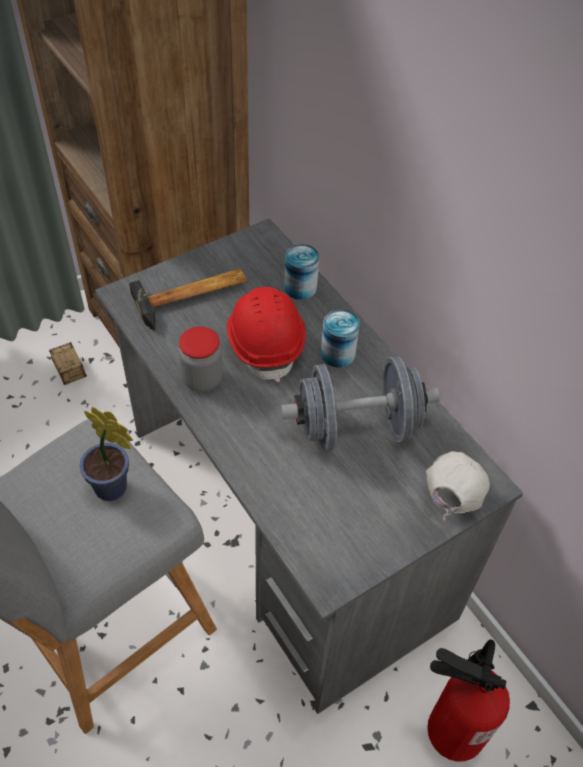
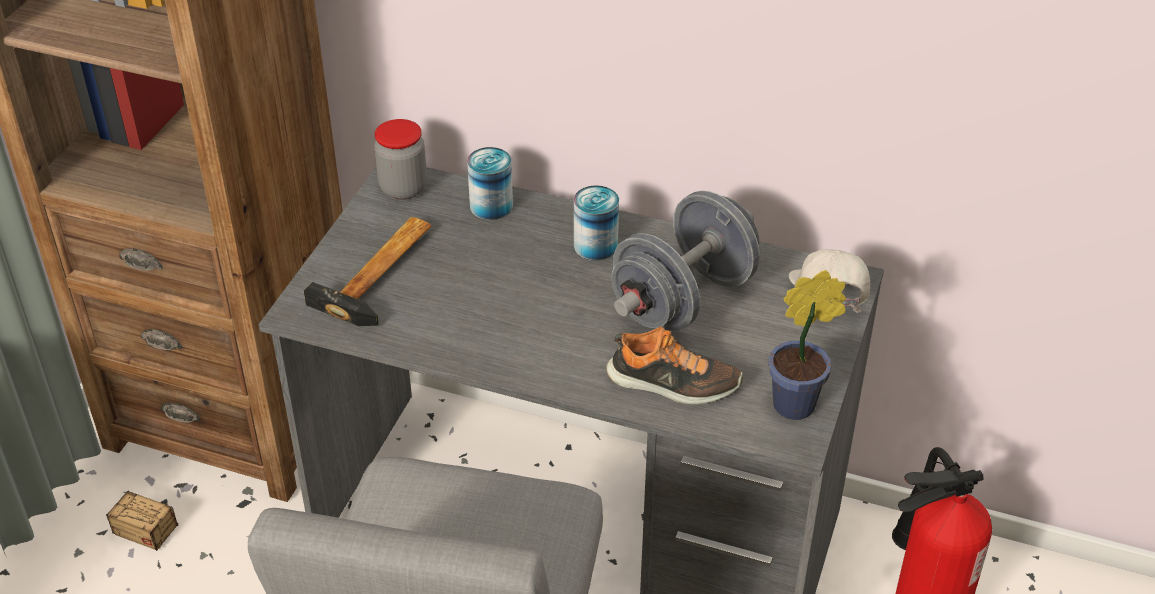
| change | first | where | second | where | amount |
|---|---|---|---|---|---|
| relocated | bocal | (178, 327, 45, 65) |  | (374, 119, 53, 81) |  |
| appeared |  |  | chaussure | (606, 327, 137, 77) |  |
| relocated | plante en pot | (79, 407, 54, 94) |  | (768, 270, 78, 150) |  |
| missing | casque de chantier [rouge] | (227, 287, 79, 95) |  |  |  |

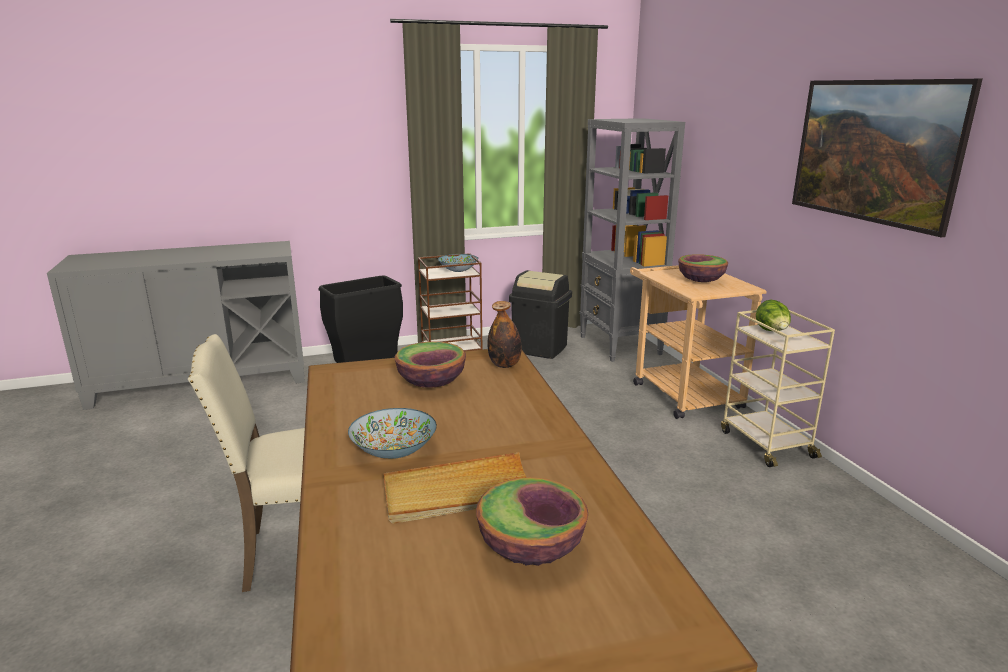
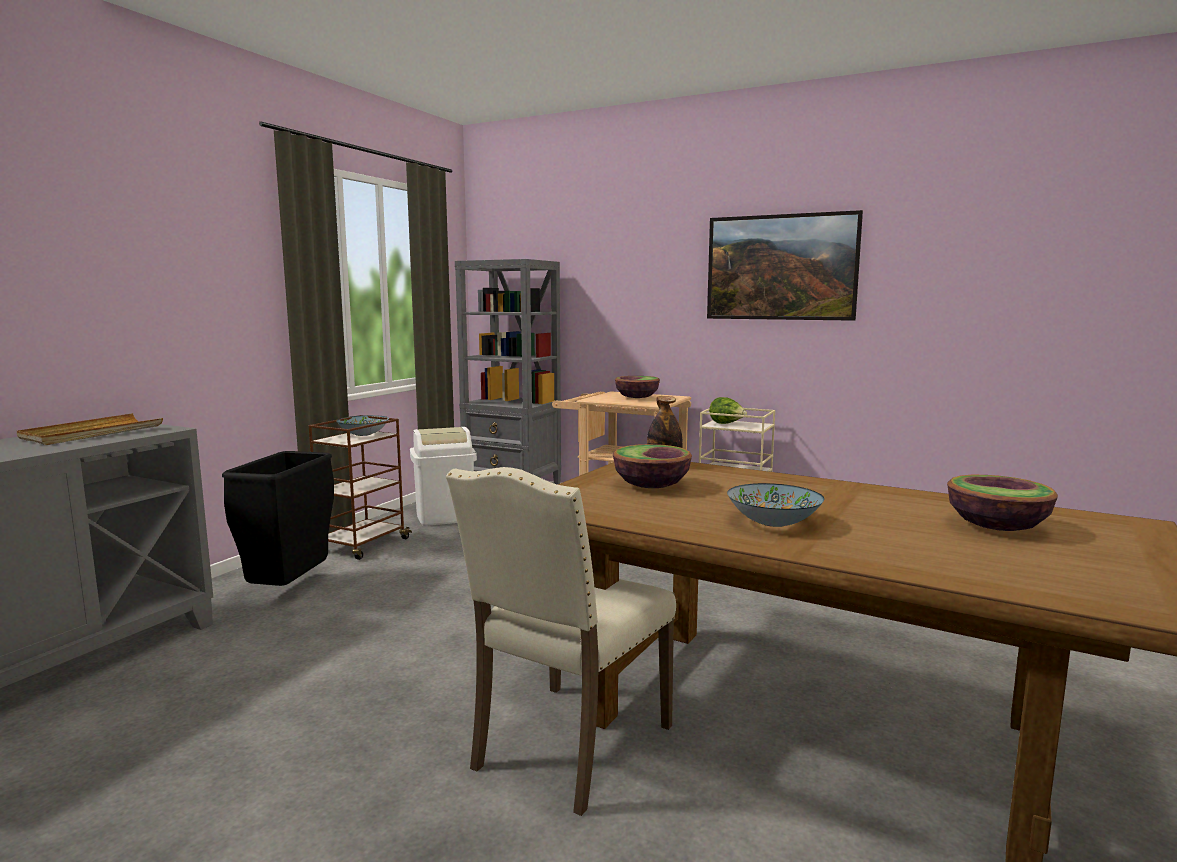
| change | first | where | second | where | amount |
|---|---|---|---|---|---|
| relocated | plateau [beige] | (384, 452, 142, 72) |  | (17, 413, 146, 32) |  |
| colour | poubelle [noir] | (509, 270, 63, 89) | poubelle [blanc] | (410, 427, 67, 99) |  |

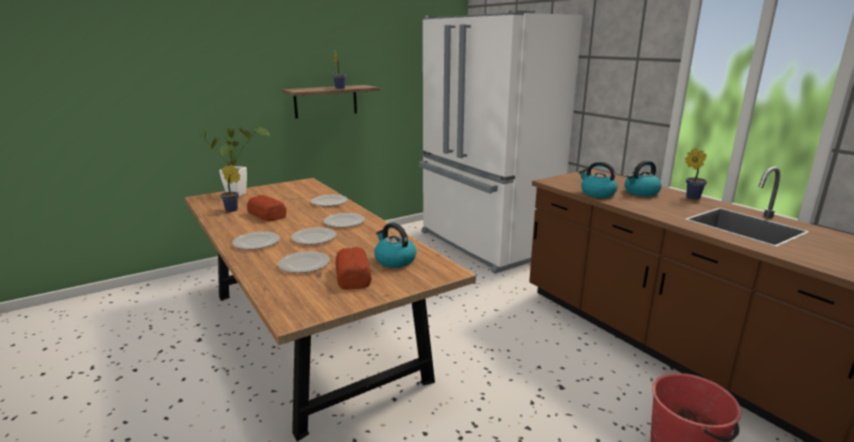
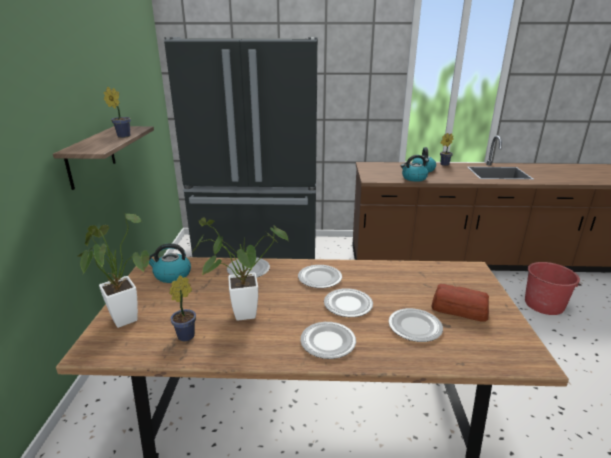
| change | first | where | second | where | amount |
|---|---|---|---|---|---|
| relocated | bouilloire | (374, 223, 42, 45) |  | (149, 243, 42, 40) |  |
| colour | réfrigérateur [blanc] | (419, 10, 164, 264) | réfrigérateur [noir] | (164, 37, 154, 222) |  |
| exchanged | pain | (247, 195, 40, 26) | plante en pot | (191, 218, 98, 103) |  |

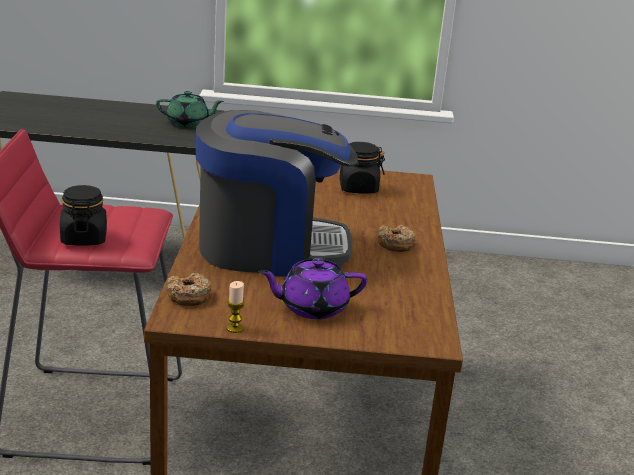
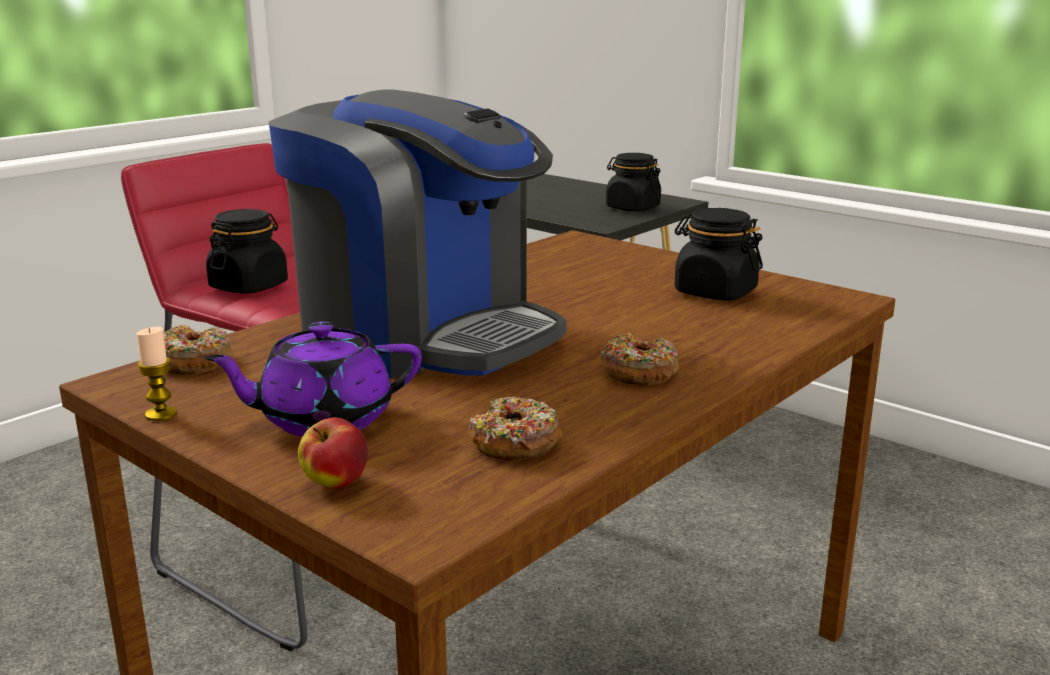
| change | first | where | second | where | amount |
|---|---|---|---|---|---|
| spun | théière [violet] | (258, 258, 109, 61) |  | (203, 322, 219, 115) | 45 degrees counterclockwise |
| appeared |  |  | pomme | (298, 417, 70, 72) |  |
| appeared |  |  | beignet | (468, 396, 94, 64) |  |
| exchanged | théière [vert] | (156, 91, 68, 36) | bocal [noir] | (606, 153, 55, 58) |  |

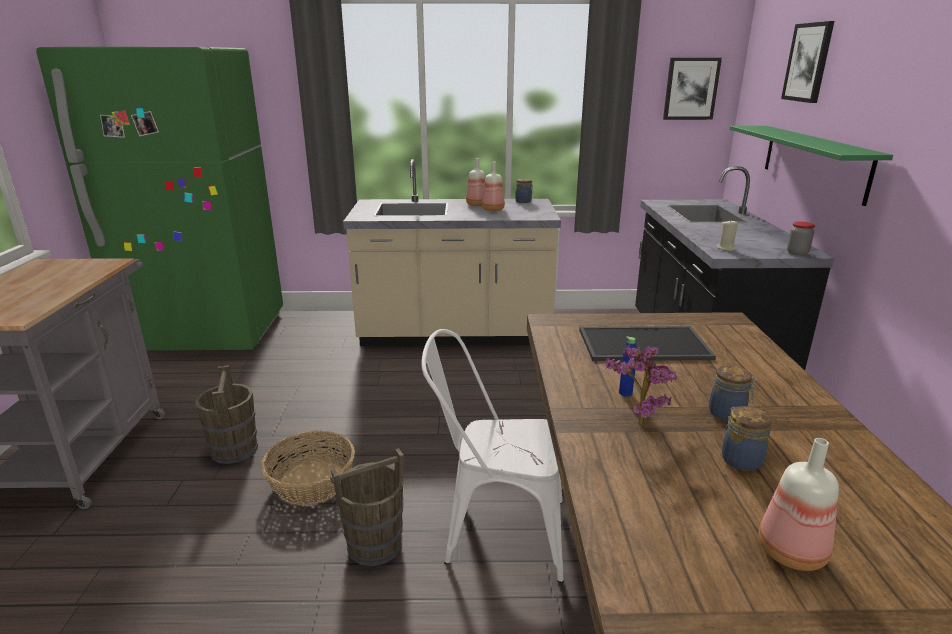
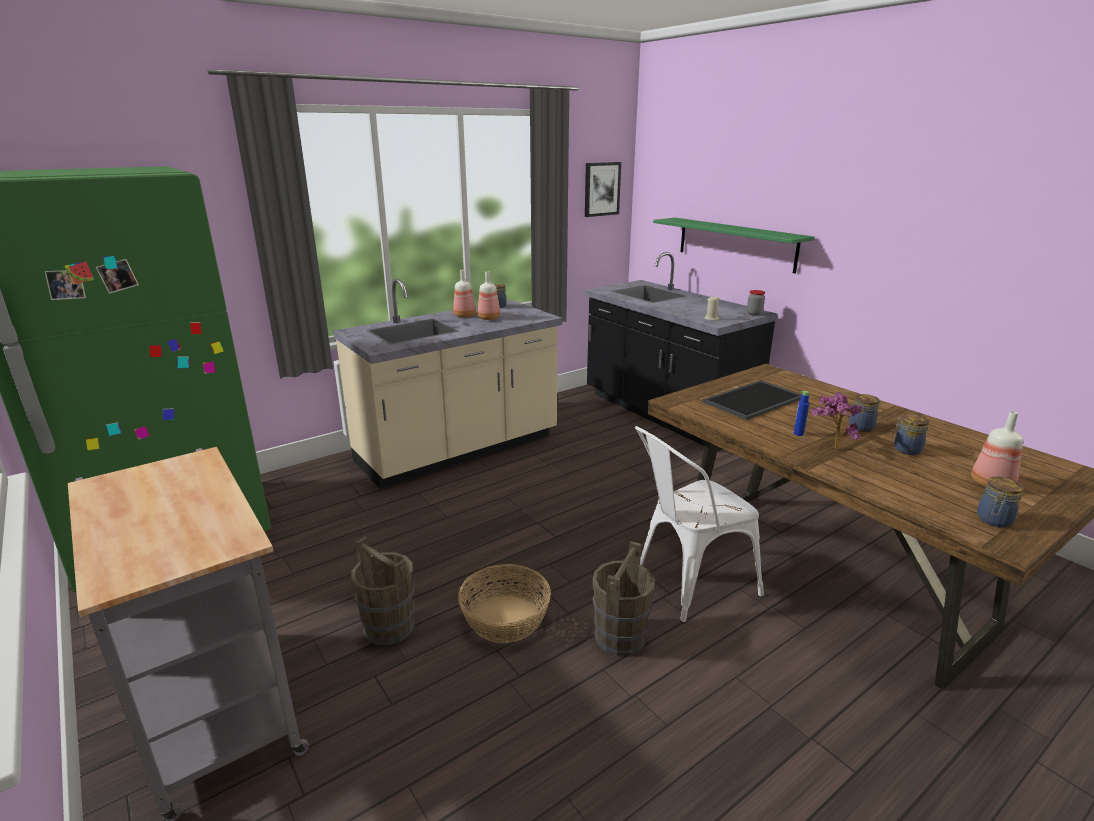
| change | first | where | second | where | amount |
|---|---|---|---|---|---|
| appeared |  |  | bocal | (977, 477, 47, 51) |  |
| missing | tableau | (781, 21, 53, 82) |  |  |  |

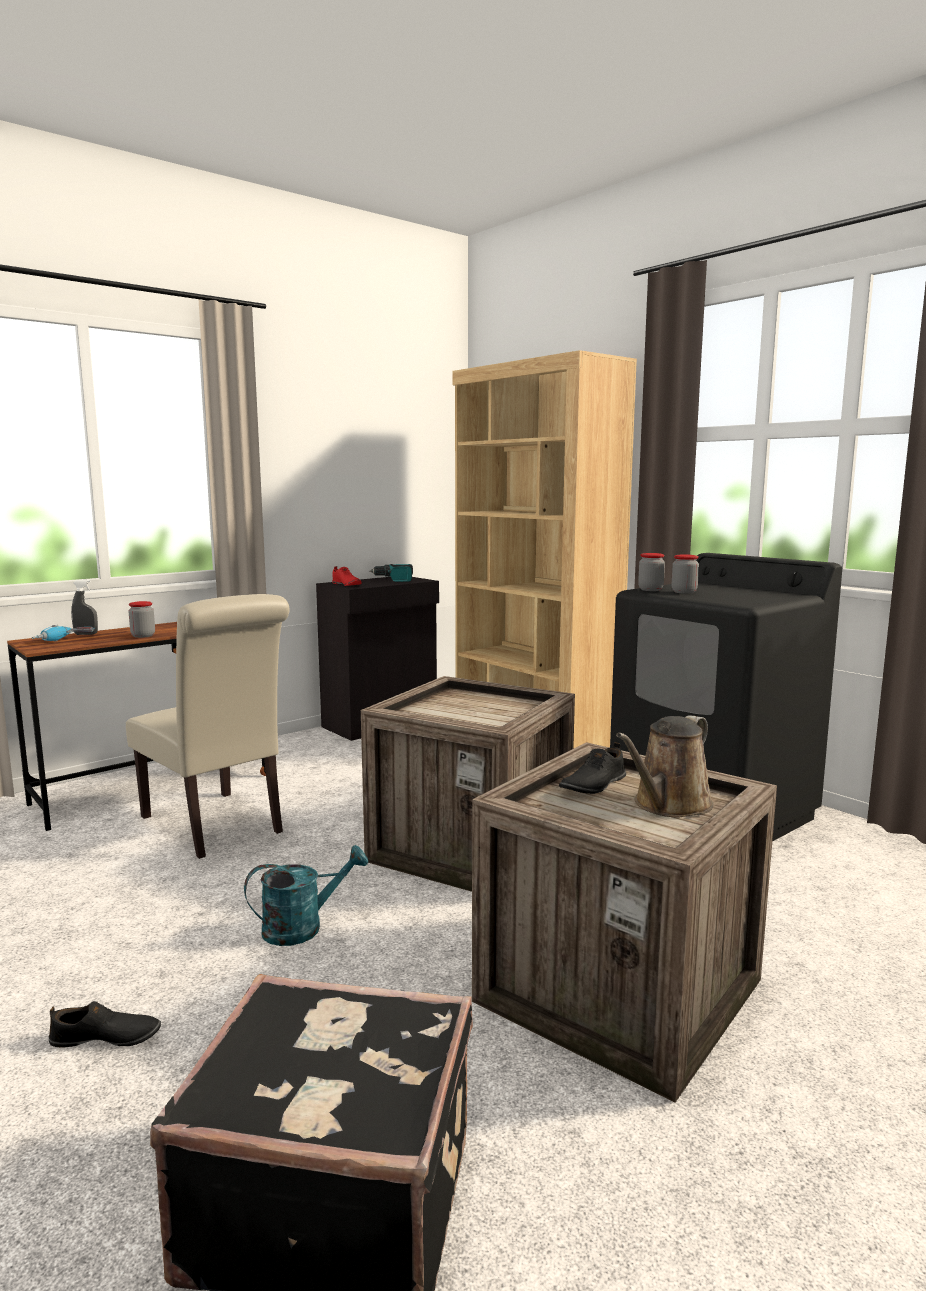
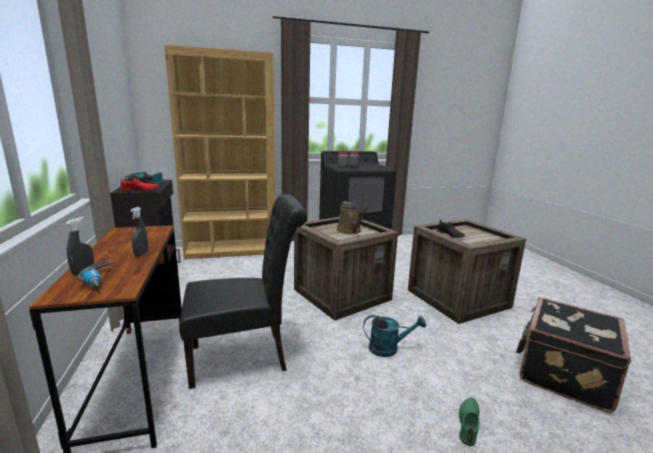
| change | first | where | second | where | amount |
|---|---|---|---|---|---|
| exchanged | bocal | (128, 601, 27, 37) | vaporisateur [gris] | (130, 207, 18, 50) |  |
| colour | chaise [beige] | (126, 594, 163, 265) | chaise [noir] | (179, 194, 128, 195) |  |
| relocated | arrosoir [marron] | (616, 715, 98, 103) |  | (336, 201, 32, 33) |  |
| spun | arrosoir [turquoise] | (244, 845, 124, 101) |  | (363, 315, 63, 42) | 90 degrees clockwise |
| colour | chaussure [noir] | (49, 1001, 112, 47) | chaussure [vert] | (459, 398, 21, 48) |  |

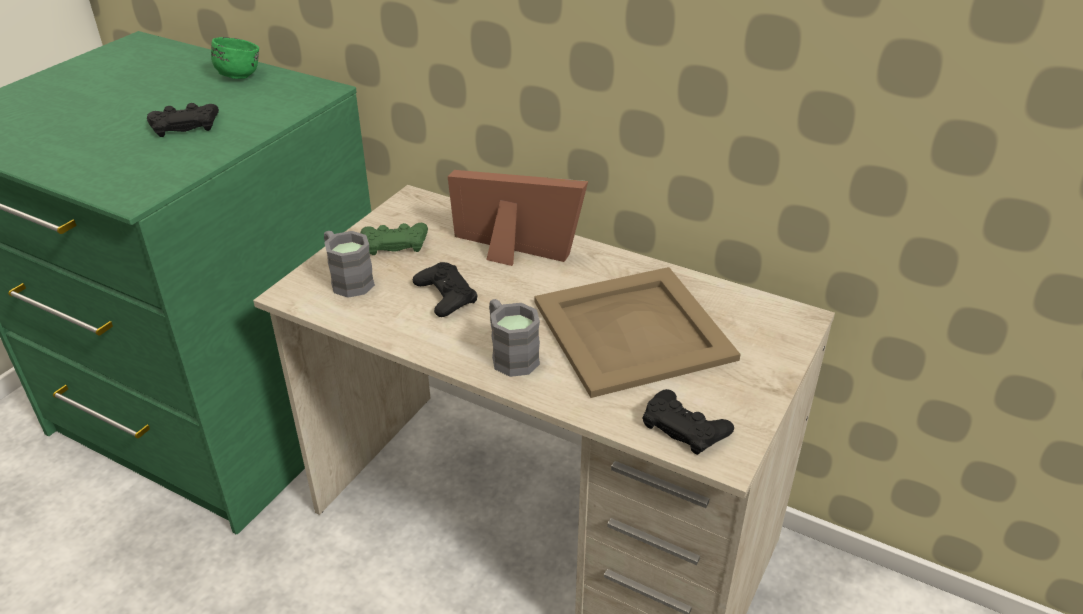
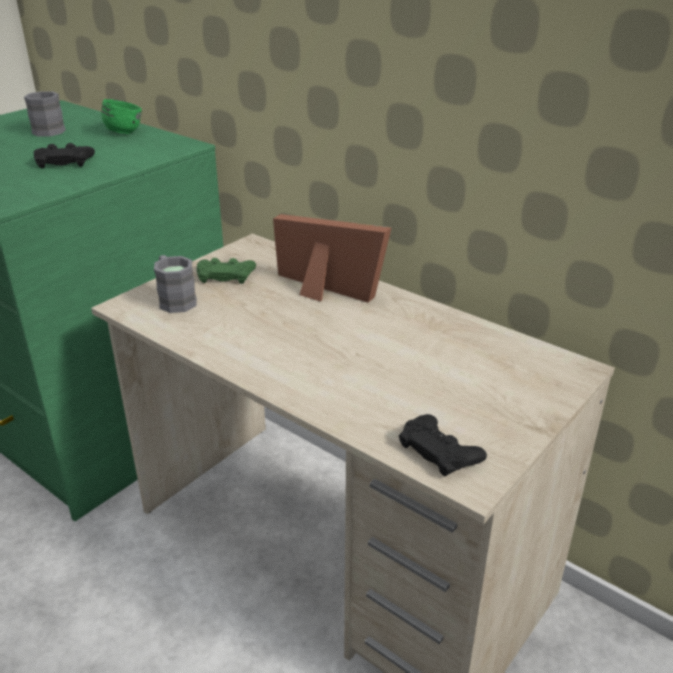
| change | first | where | second | where | amount |
|---|---|---|---|---|---|
| relocated | mug [gris] | (489, 299, 51, 78) |  | (24, 91, 42, 45) |  |
| missing | manette [noir] | (413, 262, 65, 55) |  |  |  |
| missing | plateau [beige] | (534, 267, 207, 131) |  |  |  |

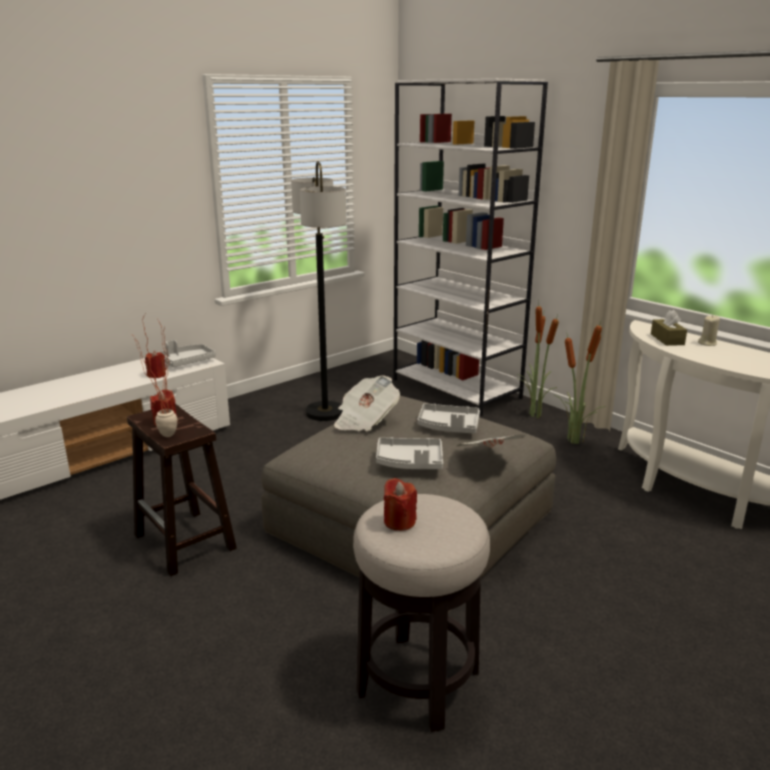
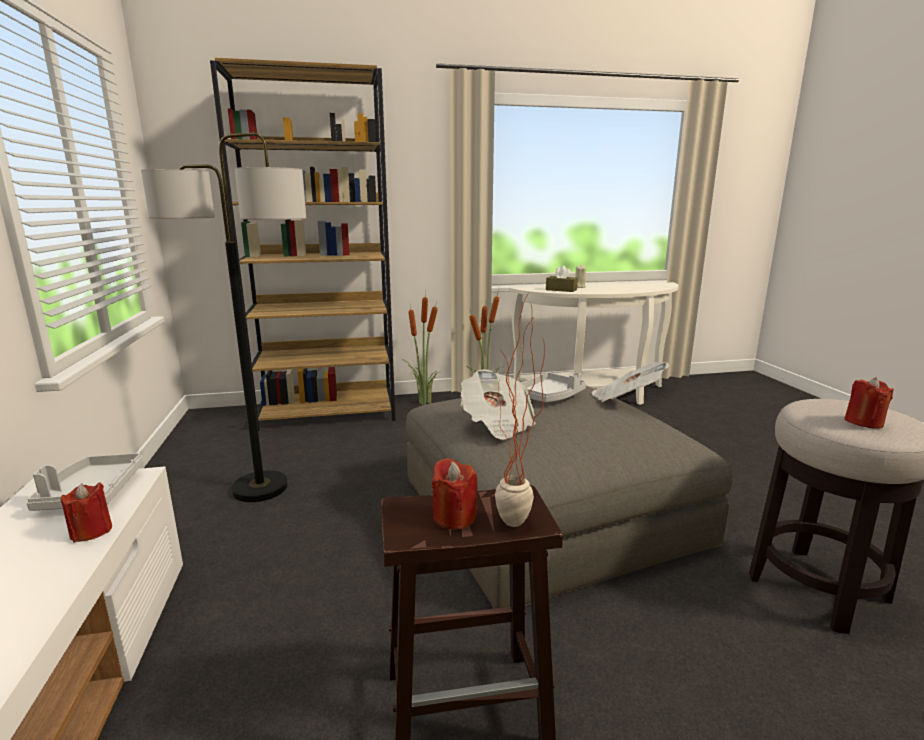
| change | first | where | second | where | amount |
|---|---|---|---|---|---|
| colour | bibliothèque [blanc] | (394, 79, 154, 337) | bibliothèque [marron] | (210, 58, 185, 373) |  |
| missing | plateau [gris] | (376, 437, 67, 32) |  |  |  |

